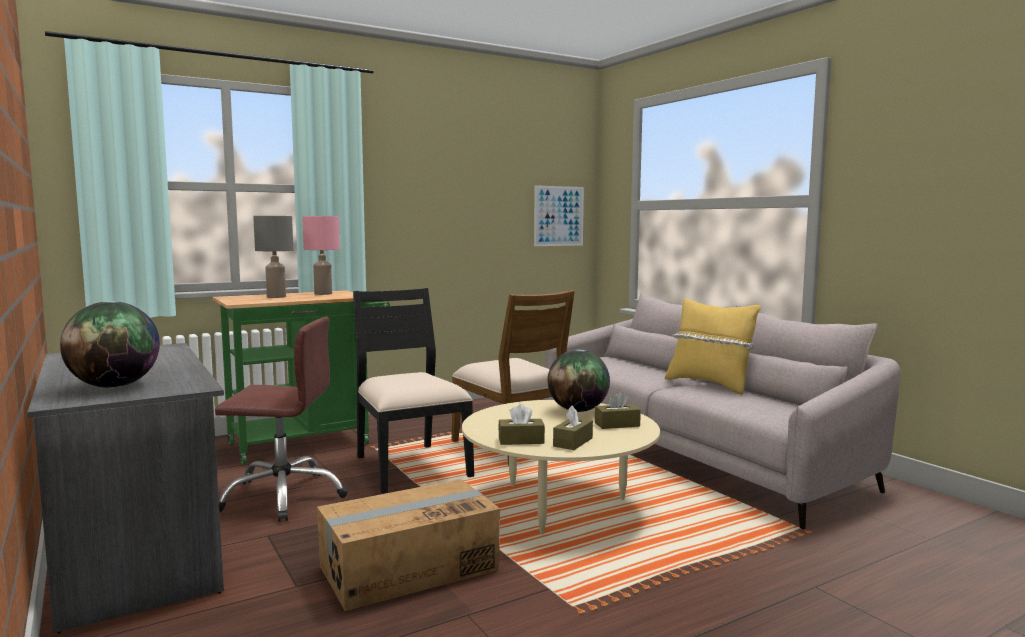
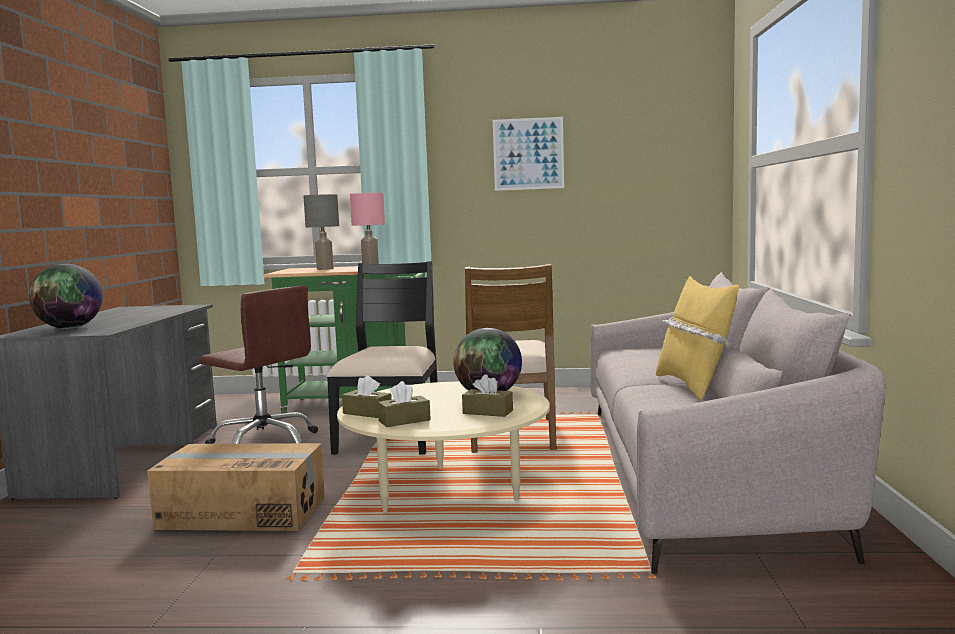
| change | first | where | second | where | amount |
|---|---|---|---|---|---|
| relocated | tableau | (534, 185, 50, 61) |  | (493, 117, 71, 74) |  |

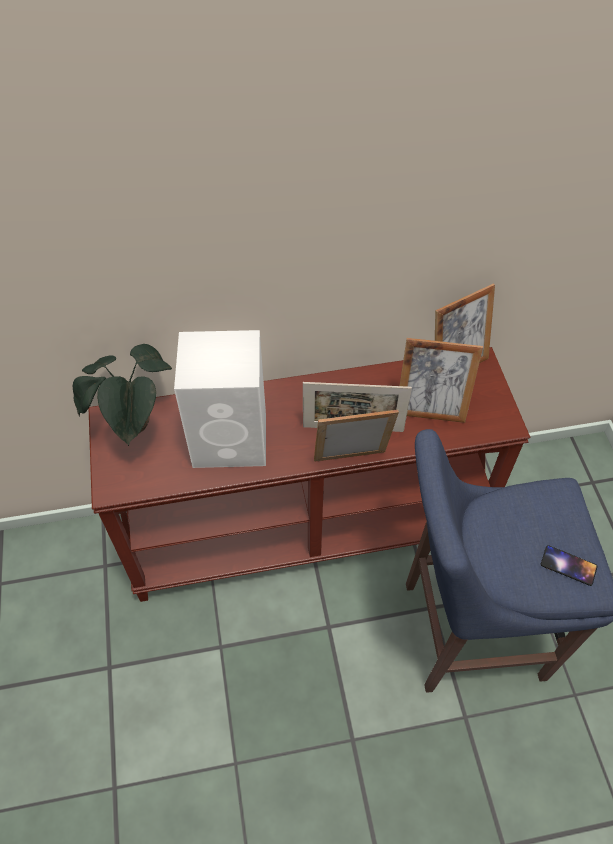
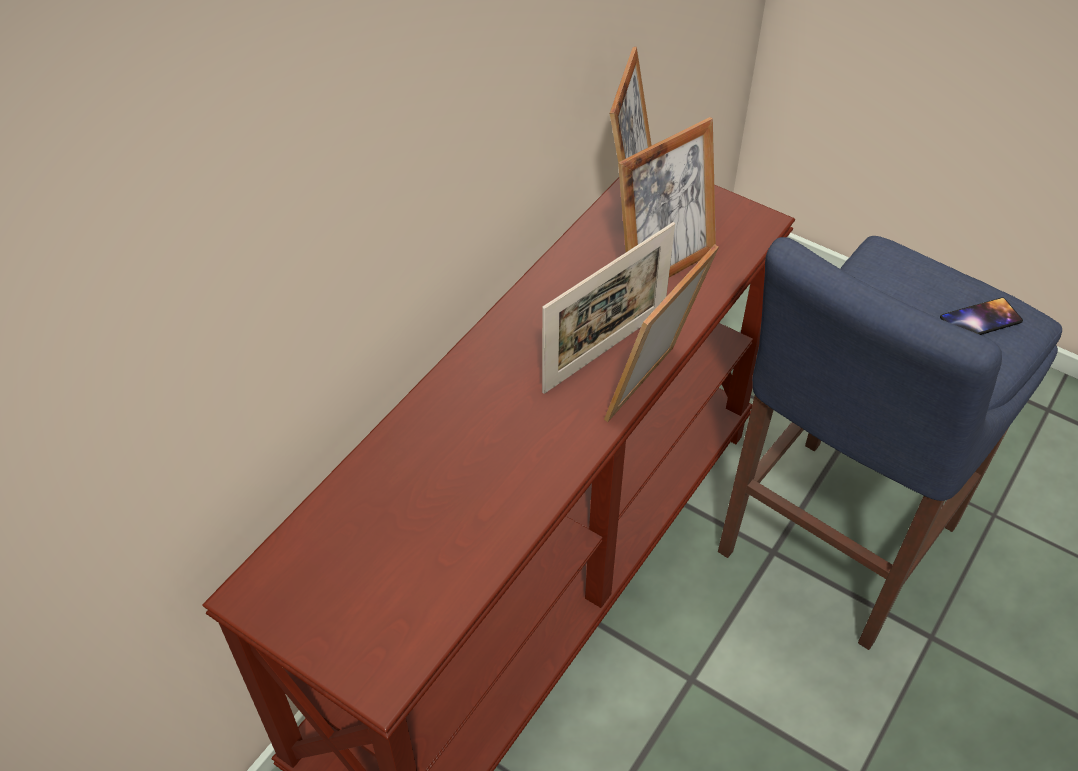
| change | first | where | second | where | amount |
|---|---|---|---|---|---|
| missing | plante en pot | (73, 344, 99, 102) |  |  |  |
| missing | enceinte [blanc] | (174, 330, 92, 138) |  |  |  |

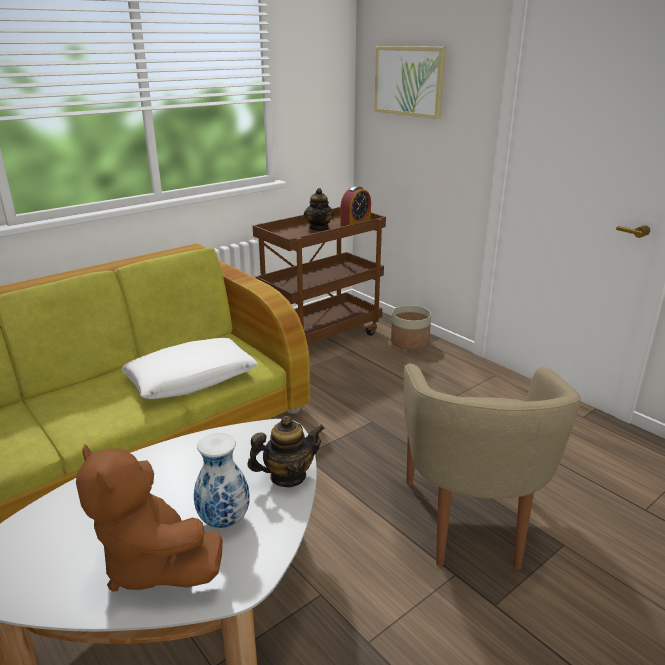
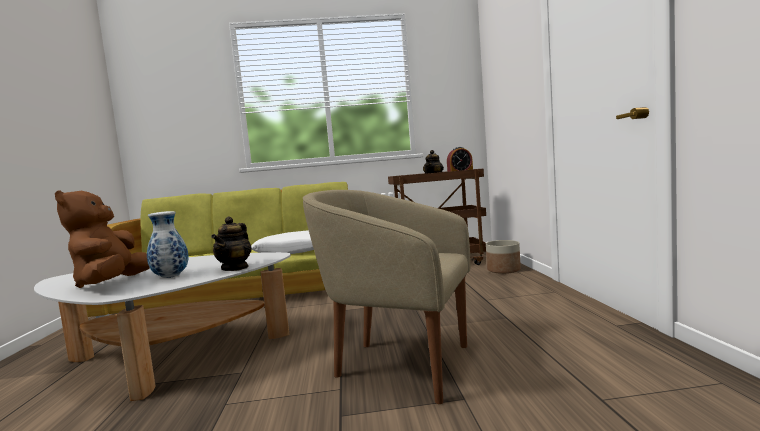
| change | first | where | second | where | amount |
|---|---|---|---|---|---|
| spun | théière | (247, 416, 78, 71) |  | (211, 216, 41, 55) | 90 degrees clockwise |
| spun | fauteuil [beige] | (403, 363, 178, 207) |  | (303, 190, 167, 214) | 75 degrees clockwise |
| missing | tableau | (374, 46, 72, 73) |  |  |  |

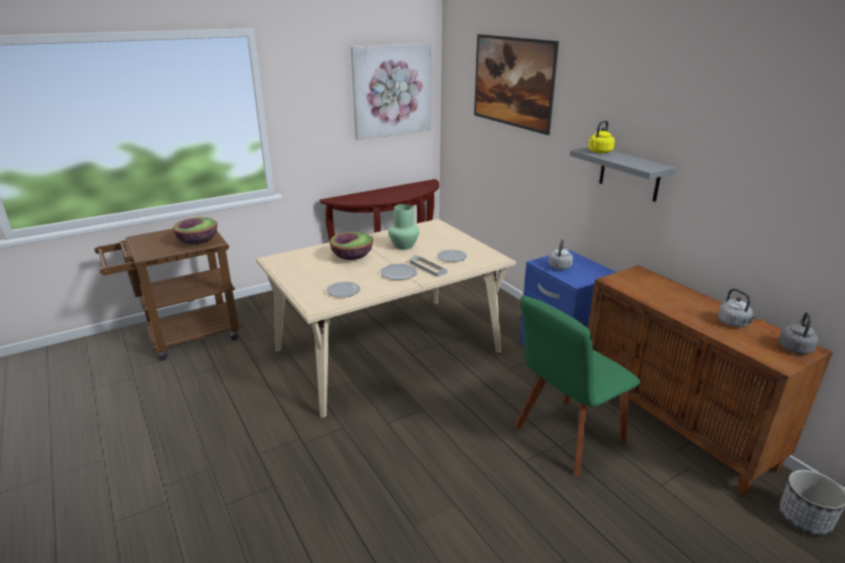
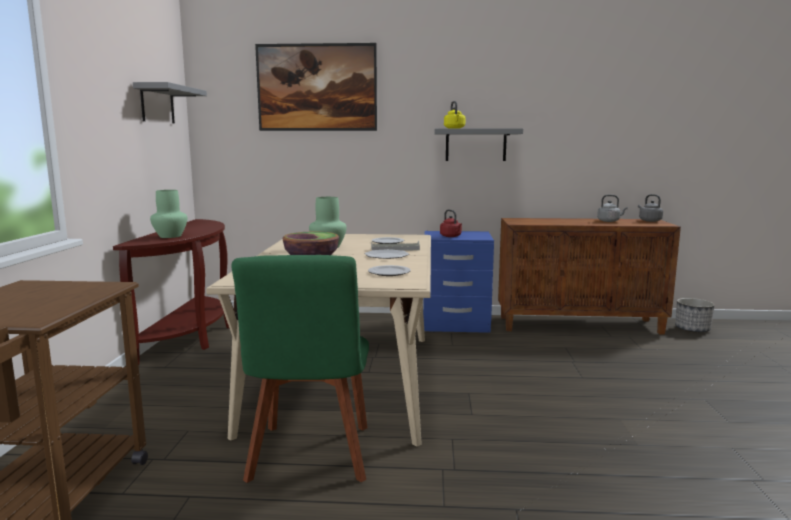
| change | first | where | second | where | amount |
|---|---|---|---|---|---|
| exchanged | tableau | (351, 43, 80, 97) | étagère [gris] | (133, 82, 74, 42) |  |
| appeared |  |  | vase [vert] | (150, 190, 37, 48) |  |
| relocated | chaise [vert] | (515, 296, 125, 181) |  | (232, 255, 137, 228) |  |
| colour | bouilloire [gris] | (549, 239, 24, 31) | bouilloire [rouge] | (440, 210, 22, 27) |  |
| missing | bol | (173, 217, 44, 27) |  |  |  |

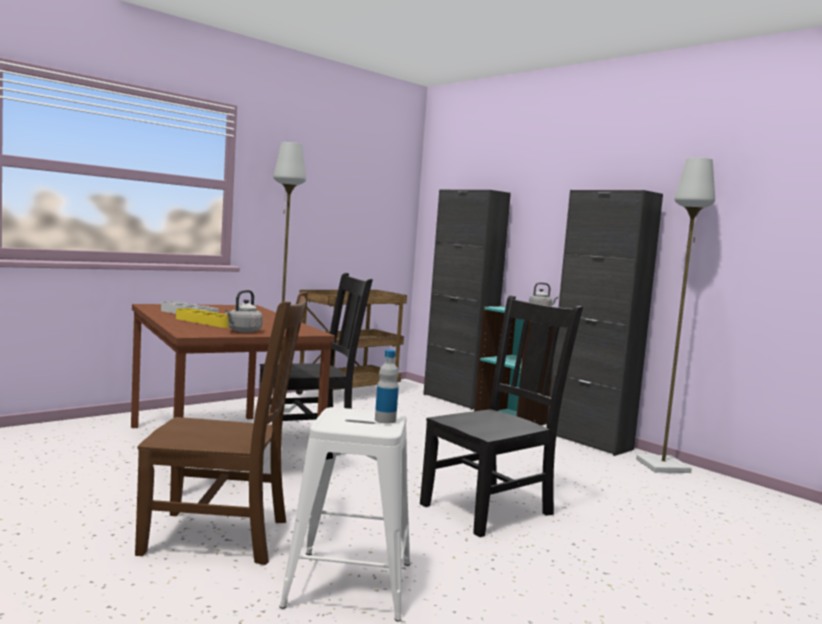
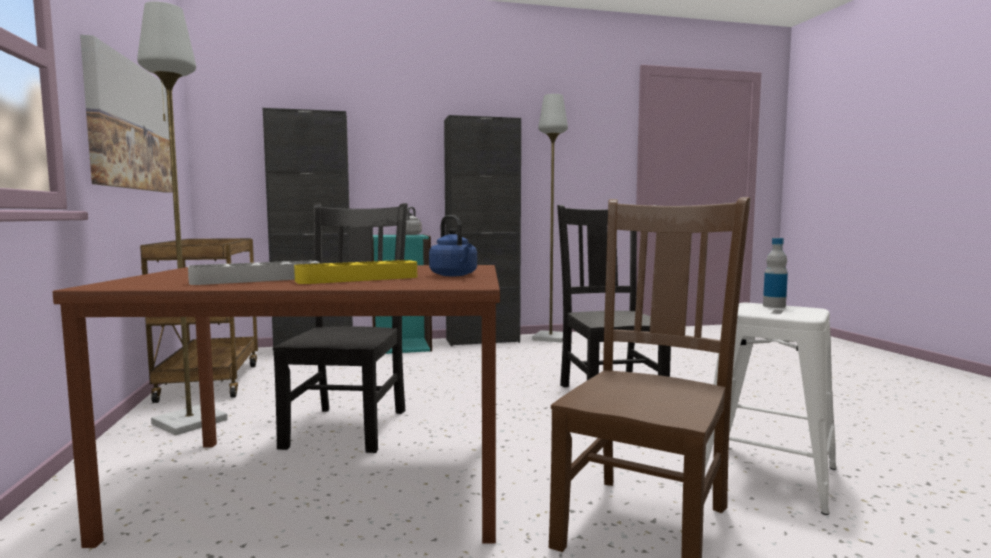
| change | first | where | second | where | amount |
|---|---|---|---|---|---|
| appeared |  |  | tableau | (80, 35, 93, 158) |  |
| colour | bouilloire [gris] | (225, 290, 38, 42) | bouilloire [bleu] | (429, 215, 48, 61) |  |

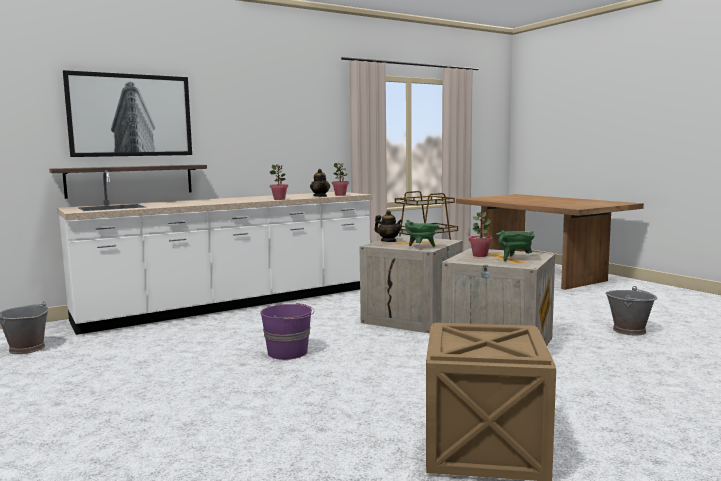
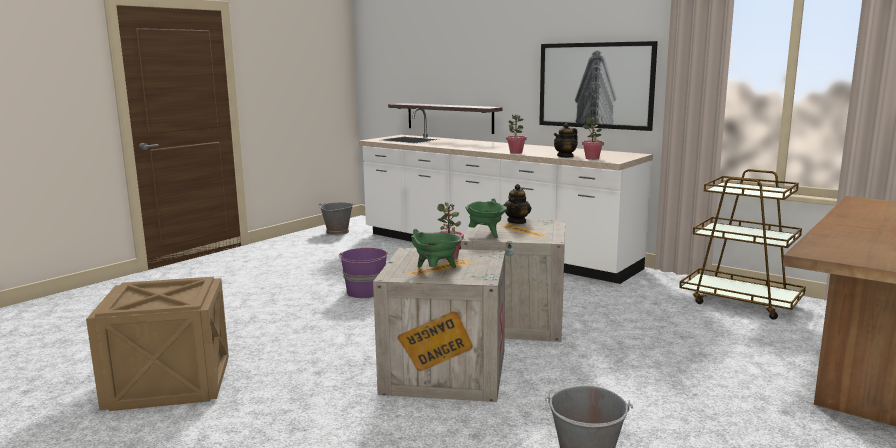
| change | first | where | second | where | amount |
|---|---|---|---|---|---|
| relocated | tableau | (63, 70, 129, 87) |  | (539, 41, 119, 90) |  |

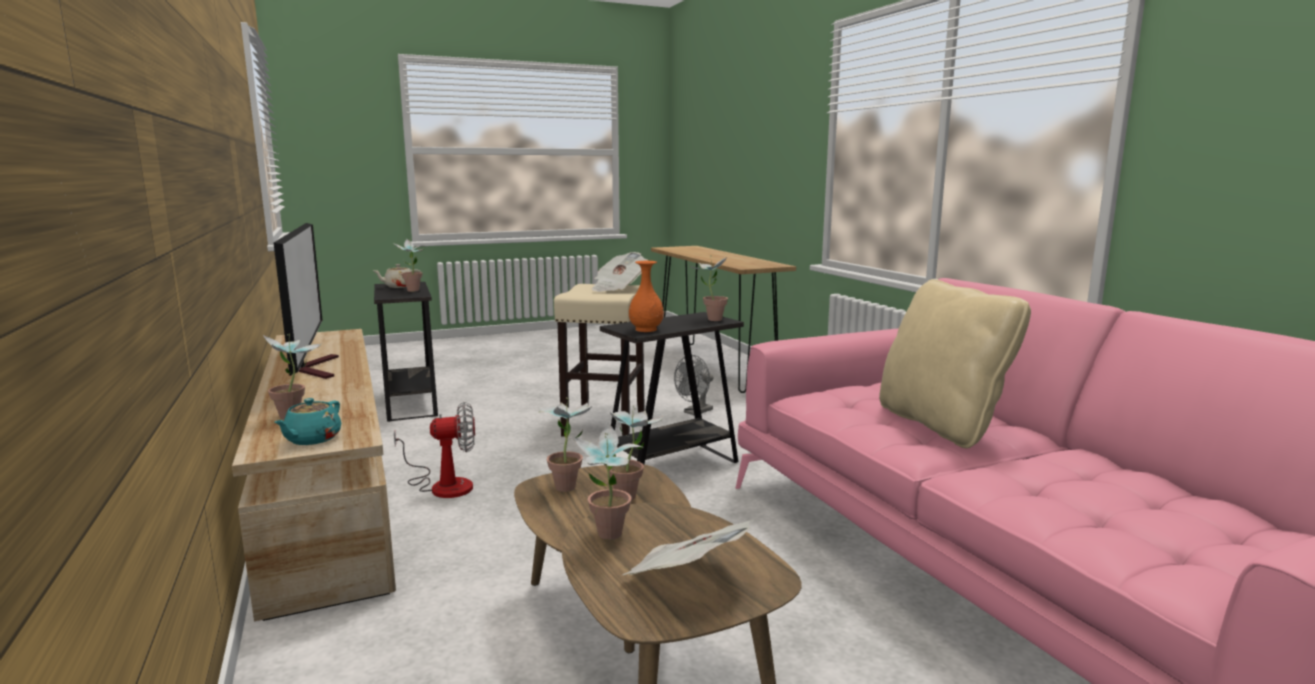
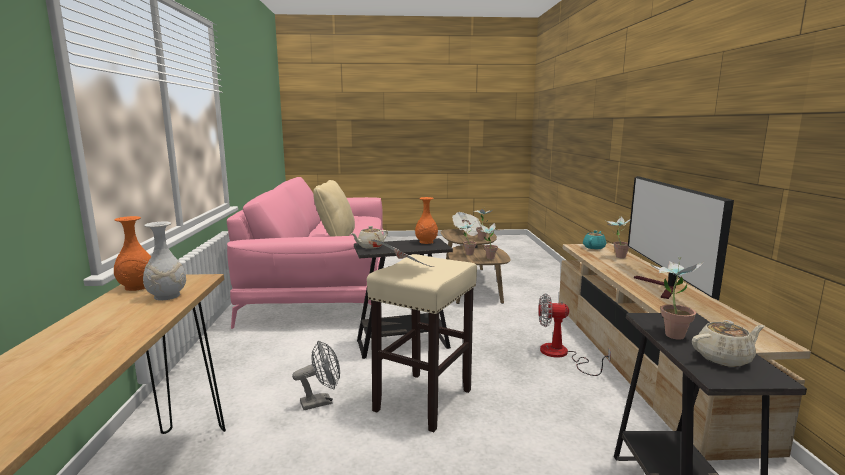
| change | first | where | second | where | amount |
|---|---|---|---|---|---|
| appeared |  |  | vase [orange] | (114, 216, 37, 75) |  |
| appeared |  |  | vase [blanc] | (143, 221, 43, 79) |  |
| exchanged | plante en pot | (690, 255, 38, 66) | théière [beige] | (351, 226, 37, 23) |  |

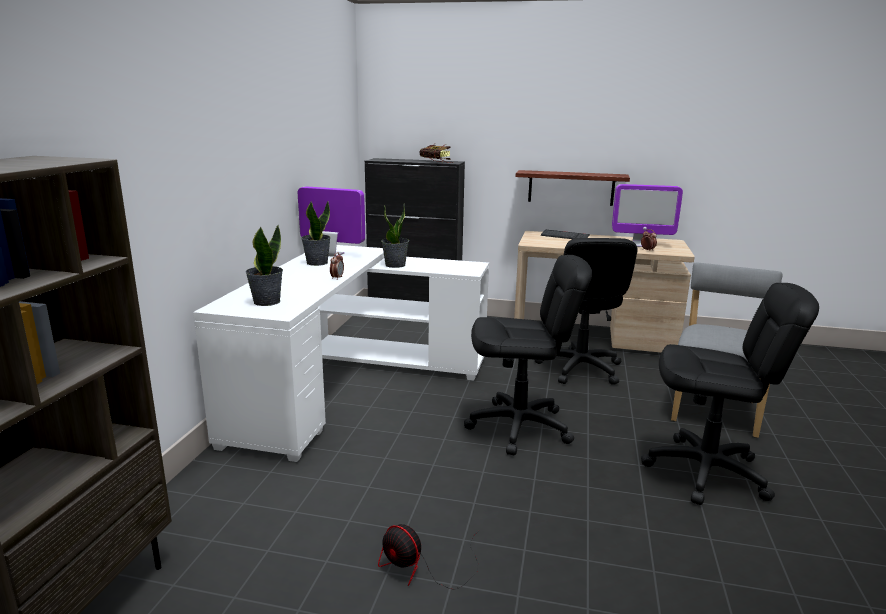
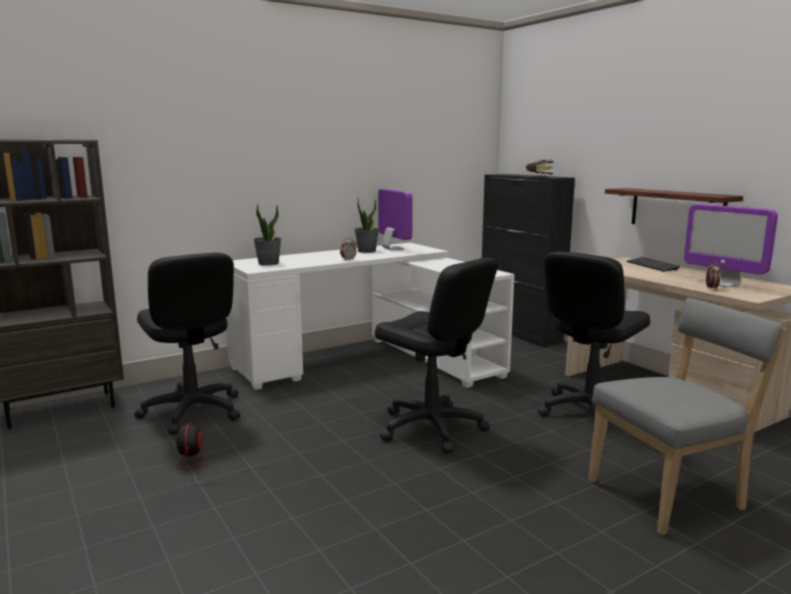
| change | first | where | second | where | amount |
|---|---|---|---|---|---|
| relocated | chaise de bureau [noir] | (641, 283, 178, 222) |  | (134, 253, 106, 181) |  |
| missing | plante en pot | (381, 203, 28, 65) |  |  |  |

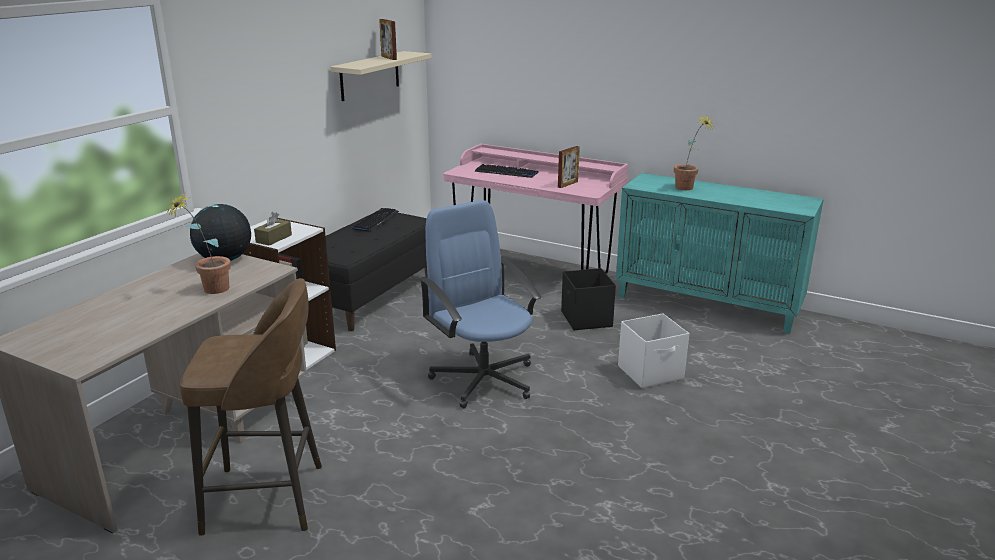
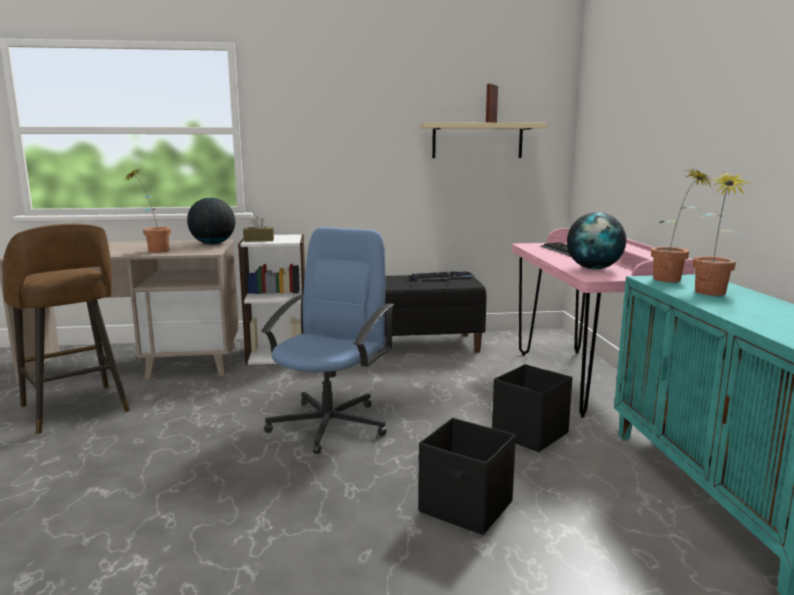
| change | first | where | second | where | amount |
|---|---|---|---|---|---|
| colour | boîte de rangement [blanc] | (618, 313, 71, 75) | boîte de rangement [noir] | (418, 418, 98, 117) |  |
| exchanged | cadre photo | (558, 146, 22, 42) | globe | (567, 212, 59, 57) |  |
| appeared |  |  | plante en pot | (651, 168, 61, 114) |  |

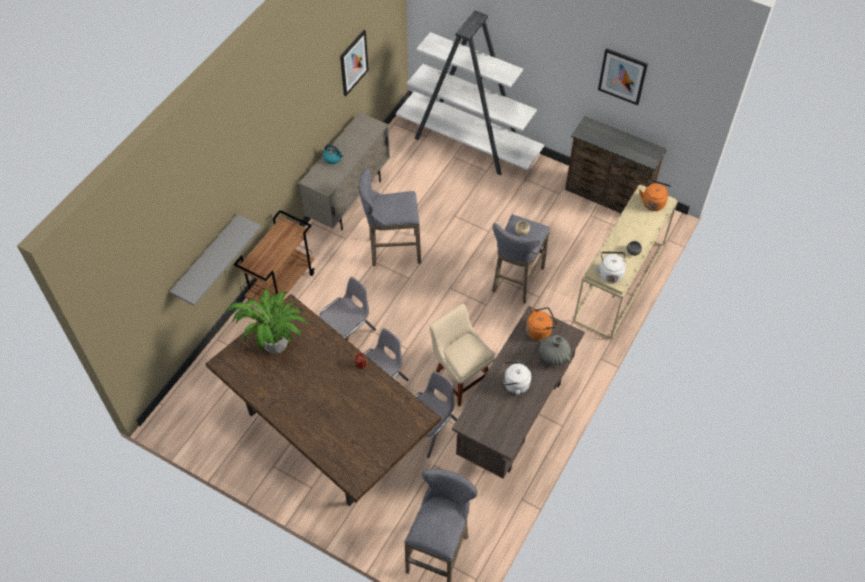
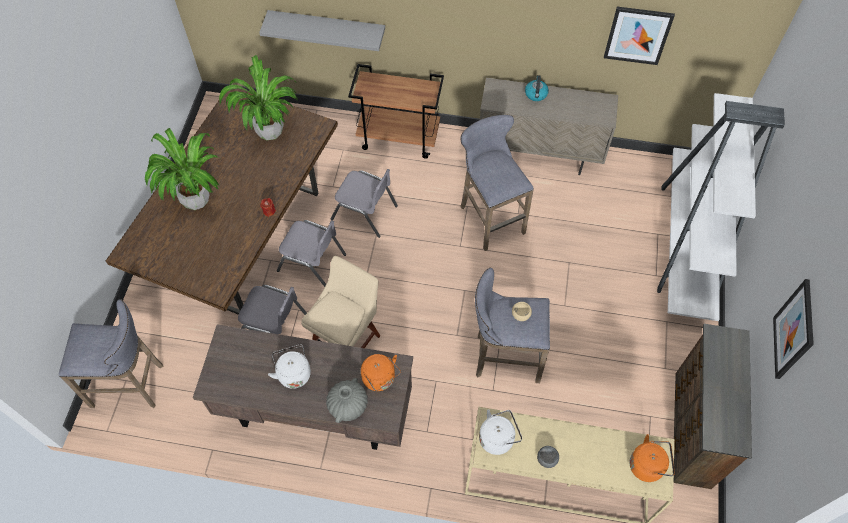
| change | first | where | second | where | amount |
|---|---|---|---|---|---|
| appeared |  |  | plante en pot | (145, 128, 77, 82) |  |

